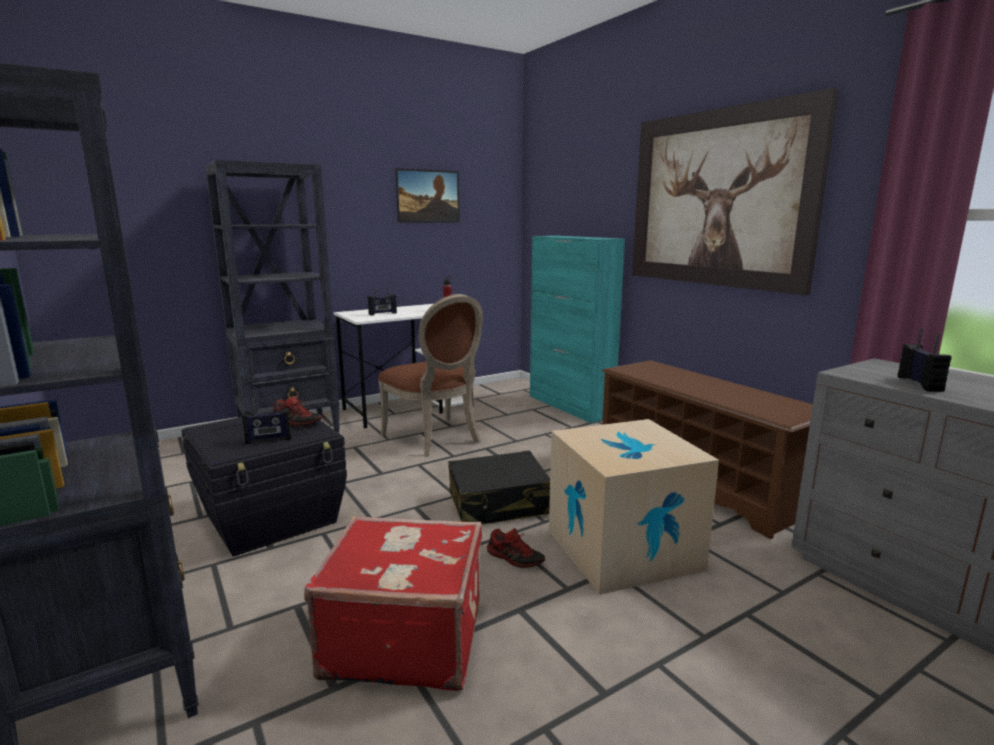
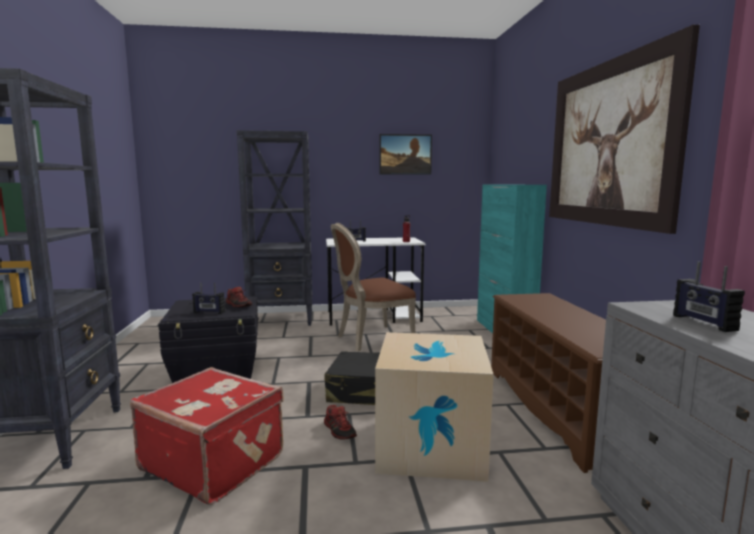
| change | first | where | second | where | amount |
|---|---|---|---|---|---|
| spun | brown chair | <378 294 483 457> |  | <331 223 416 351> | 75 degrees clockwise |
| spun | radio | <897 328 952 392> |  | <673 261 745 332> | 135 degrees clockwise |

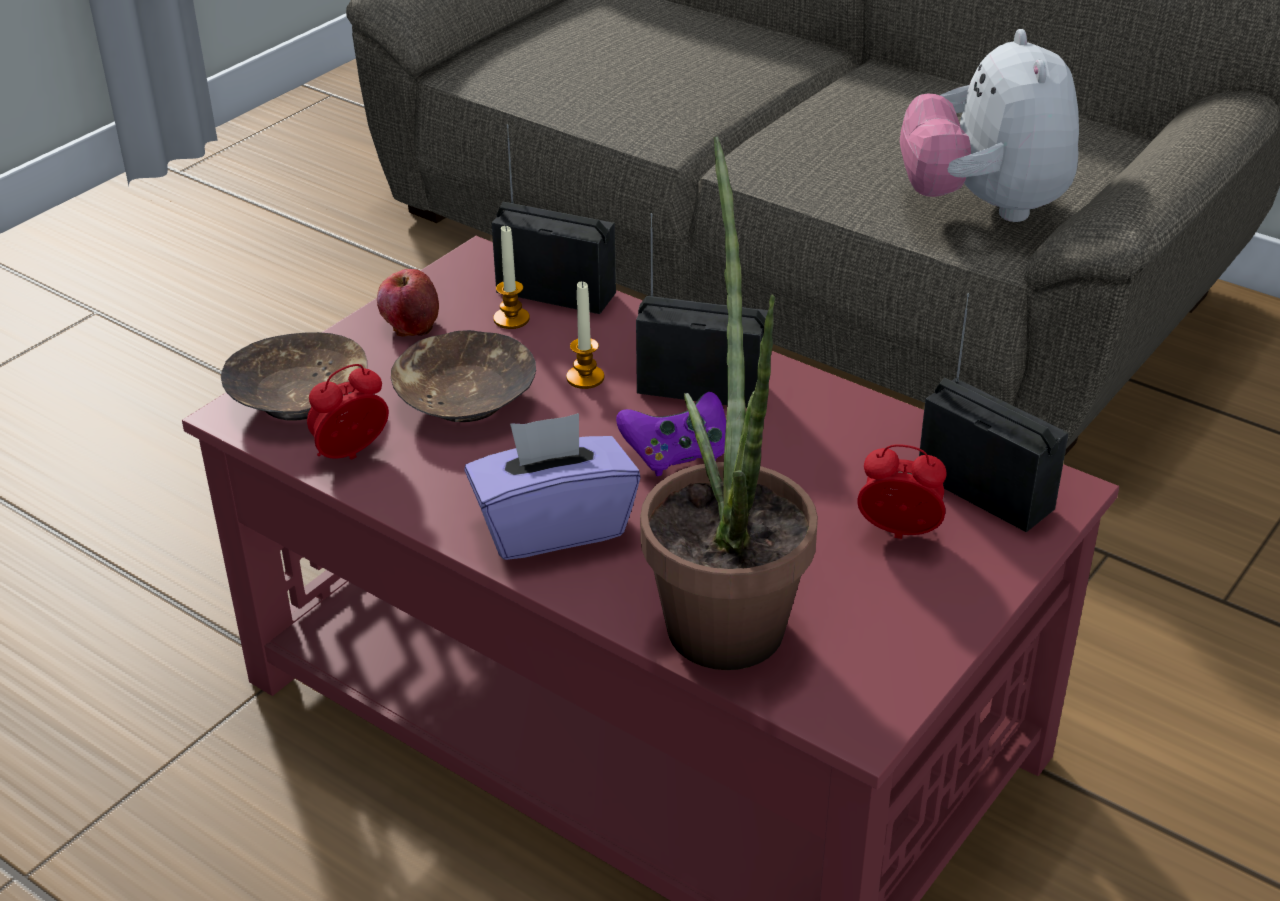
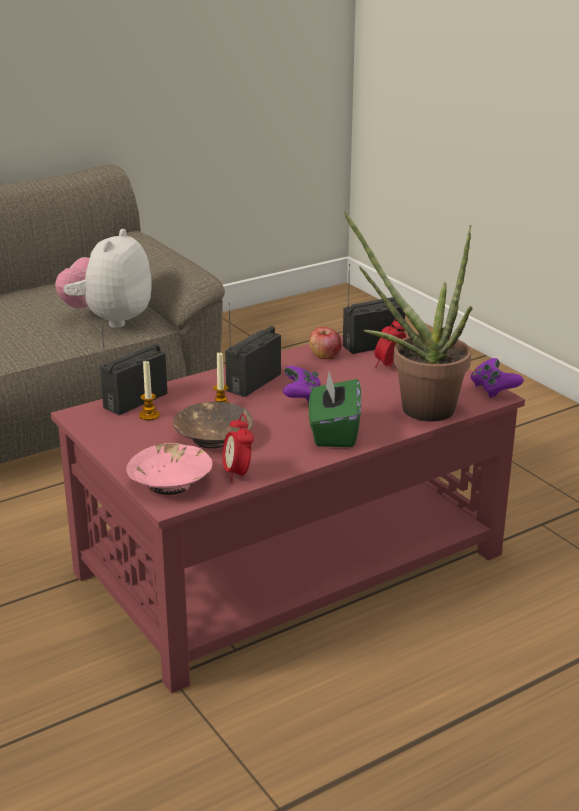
| change | first | where | second | where | amount |
|---|---|---|---|---|---|
| spun | plush toy | <900 29 1079 222> |  | <55 229 152 328> | 90 degrees clockwise |
| relocated | apple | <377 269 439 337> |  | <309 327 342 360> |  |
| colour | brown bowl | <221 332 367 421> | pink bowl | <126 443 212 495> |  |
| colour | purple tissue box | <464 413 640 560> | green tissue box | <309 372 361 447> |  |
| appeared |  |  | purple game controller | <470 358 524 398> |  |

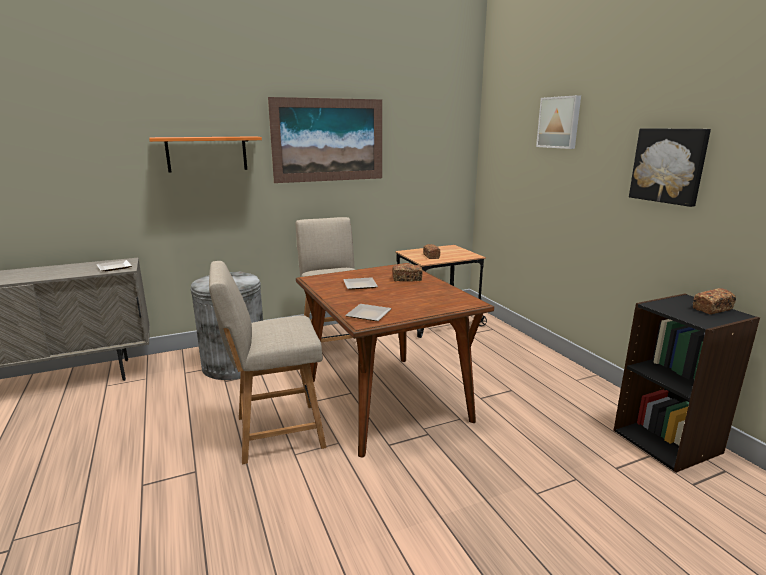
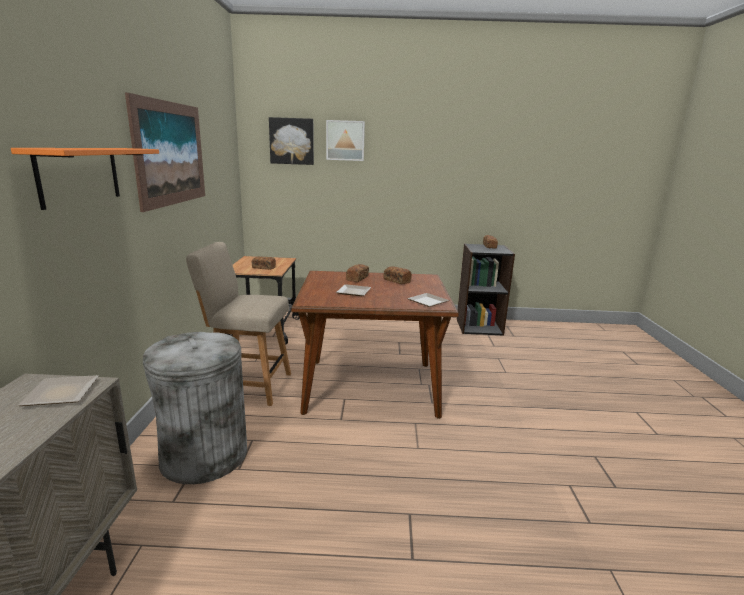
| change | first | where | second | where | amount |
|---|---|---|---|---|---|
| relocated | picture | <629 128 711 207> |  | <269 117 314 165> |  |
| missing | beige chair | <209 261 327 464> |  |  |  |
| appeared |  |  | bread | <384 267 412 284> |  |

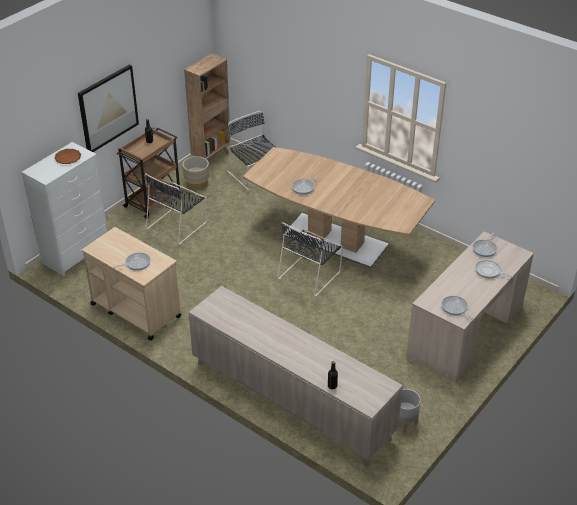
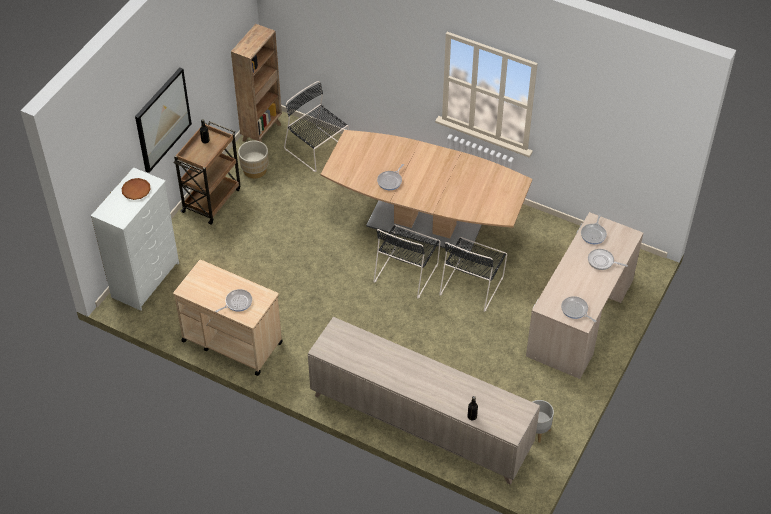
| change | first | where | second | where | amount |
|---|---|---|---|---|---|
| relocated | black chair | <145 174 207 245> |  | <439 237 507 312> |  |

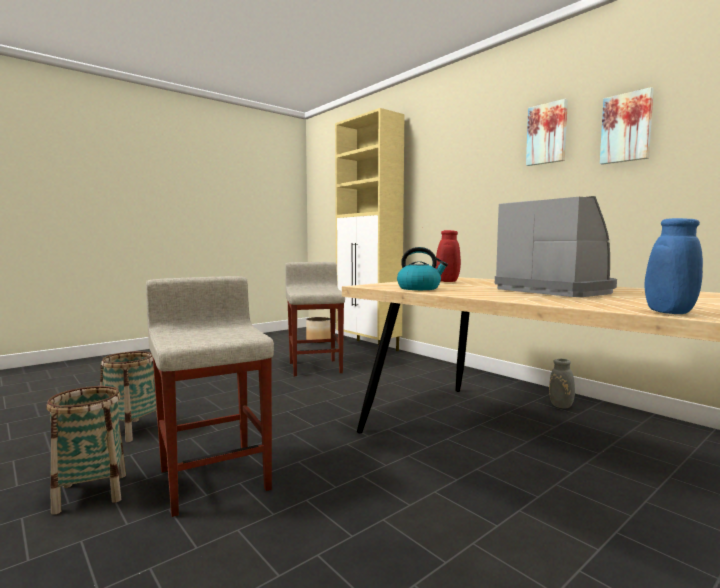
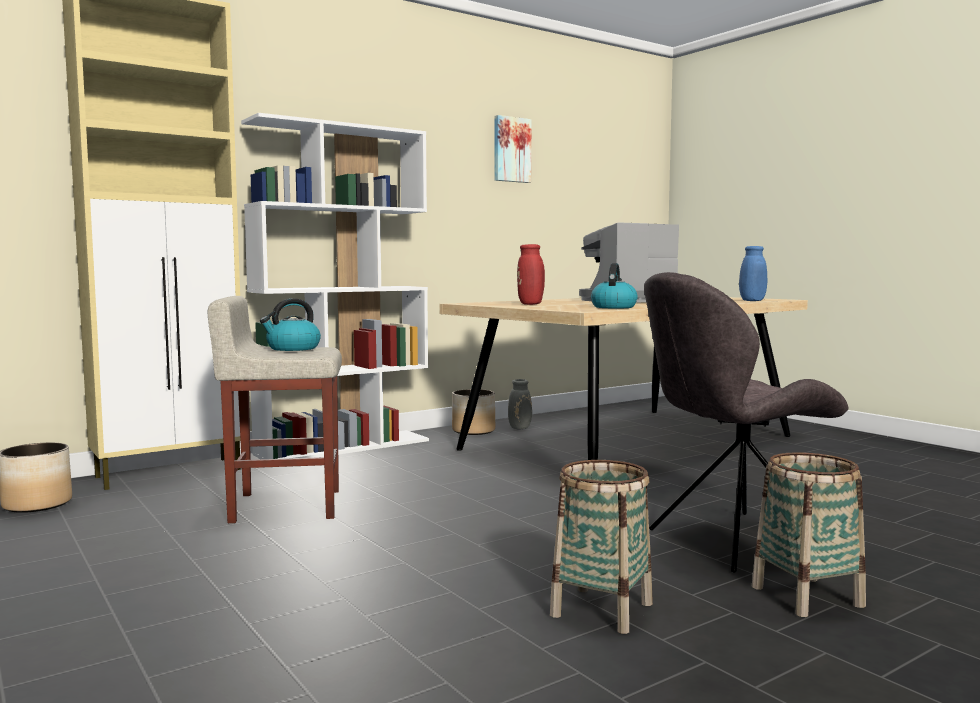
| change | first | where | second | where | amount |
|---|---|---|---|---|---|
| missing | picture | <526 99 568 166> |  |  |  |
| exchanged | beige stool | <146 276 274 517> | grey chair | <644 272 849 573> |  |
| appeared |  |  | white bookcase | <241 113 429 459> |  |
| appeared |  |  | kettle | <260 298 321 351> |  |
| appeared |  |  | planter | <452 389 495 435> |  |

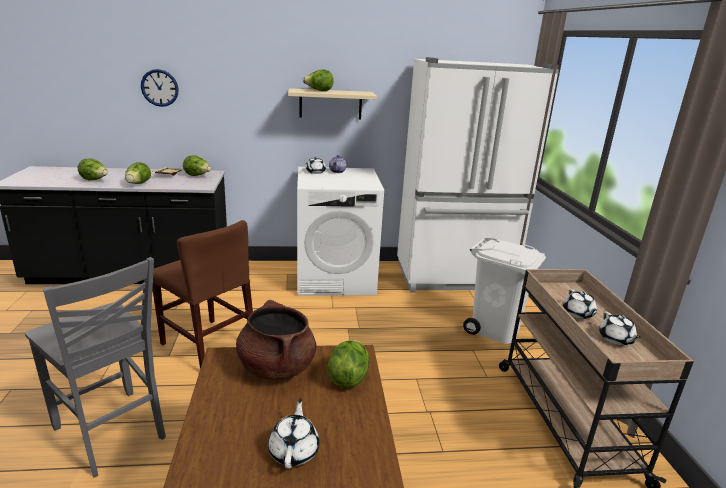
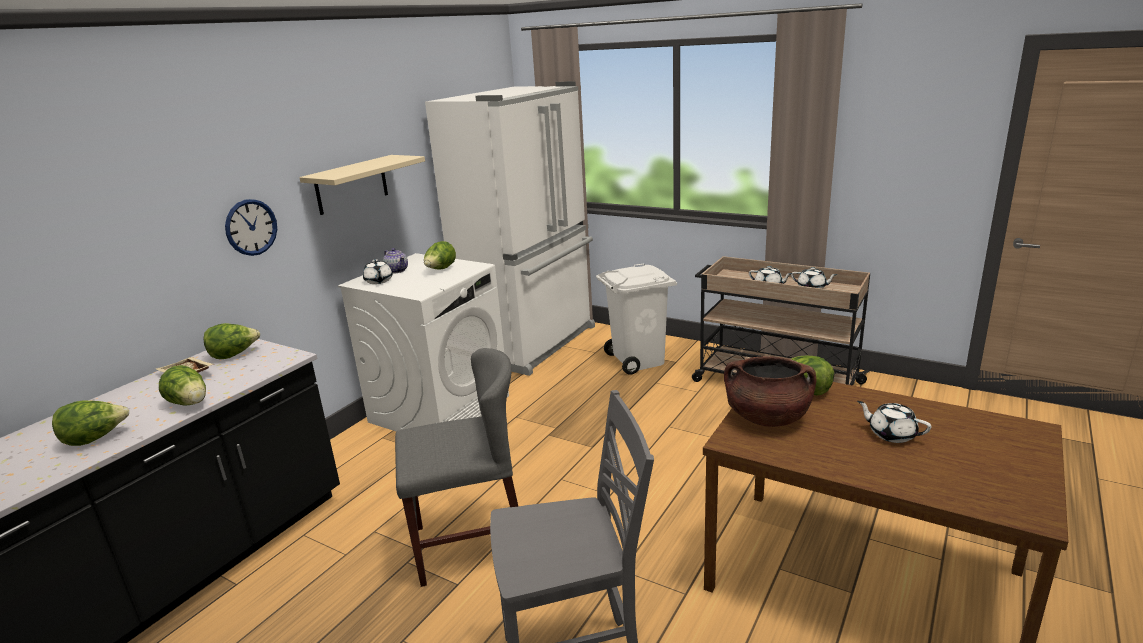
| change | first | where | second | where | amount |
|---|---|---|---|---|---|
| relocated | wall clock | <141 69 179 107> |  | <225 199 277 256> |  |
| relocated | lettuce | <302 69 333 91> |  | <424 241 456 269> |  |
| colour | brown chair | <152 220 253 369> | grey chair | <395 348 519 587> |  |

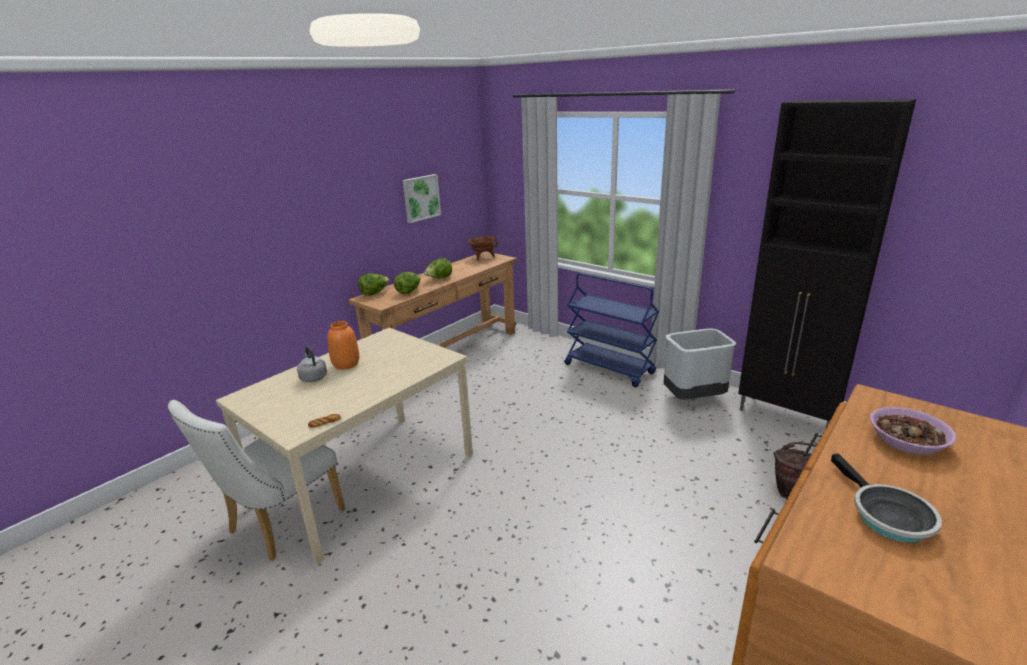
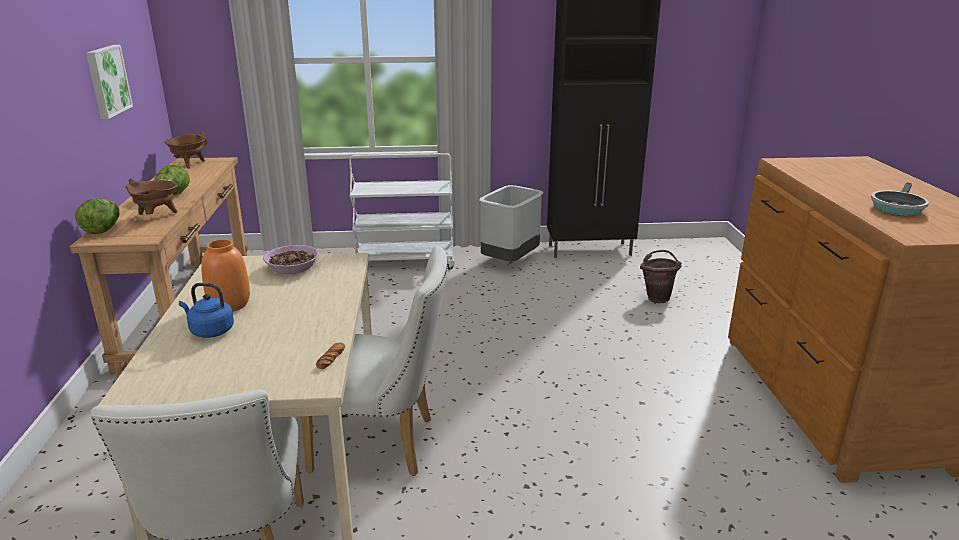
| change | first | where | second | where | amount |
|---|---|---|---|---|---|
| exchanged | lettuce | <394 272 420 294> | brown cooking pot | <125 179 178 215> |  |
| colour | blue cart | <564 273 659 387> | white cart | <349 153 455 269> |  |
| colour | grey kettle | <297 346 327 382> | blue kettle | <179 283 234 338> |  |
| relocated | bowl | <870 407 956 455> |  | <263 245 319 274> |  |
| spun | frying pan | <831 453 942 543> |  | <871 183 929 216> | 90 degrees clockwise |
| appeared |  |  | white chair | <300 246 448 476> |  |

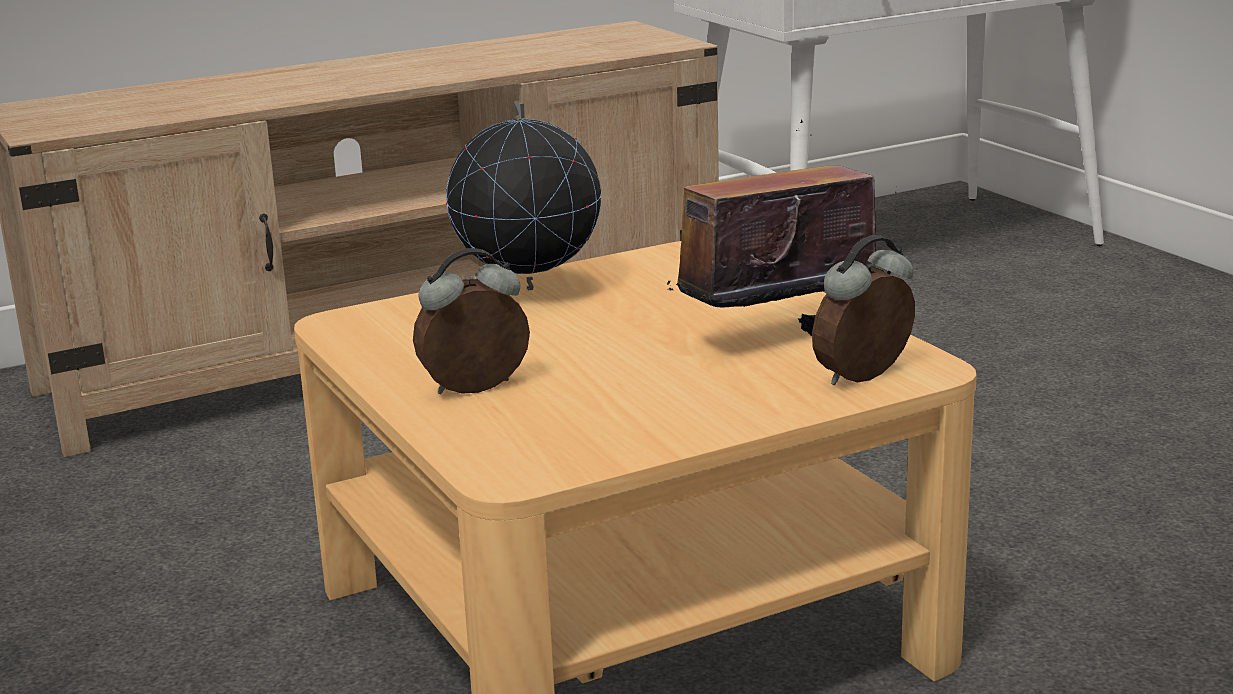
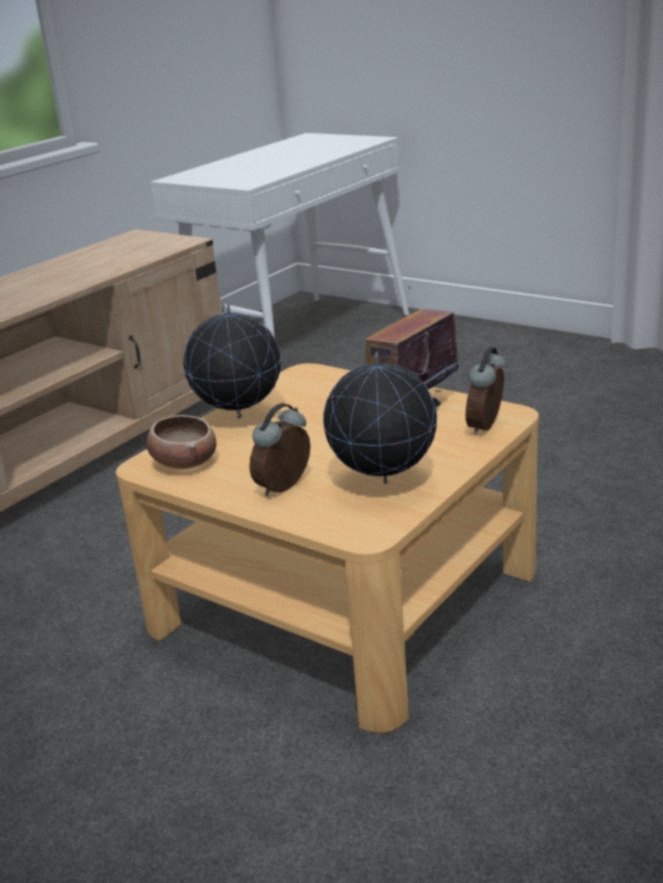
| change | first | where | second | where | amount |
|---|---|---|---|---|---|
| appeared |  |  | globe | <323 352 437 484> |  |
| appeared |  |  | bowl | <146 415 216 469> |  |

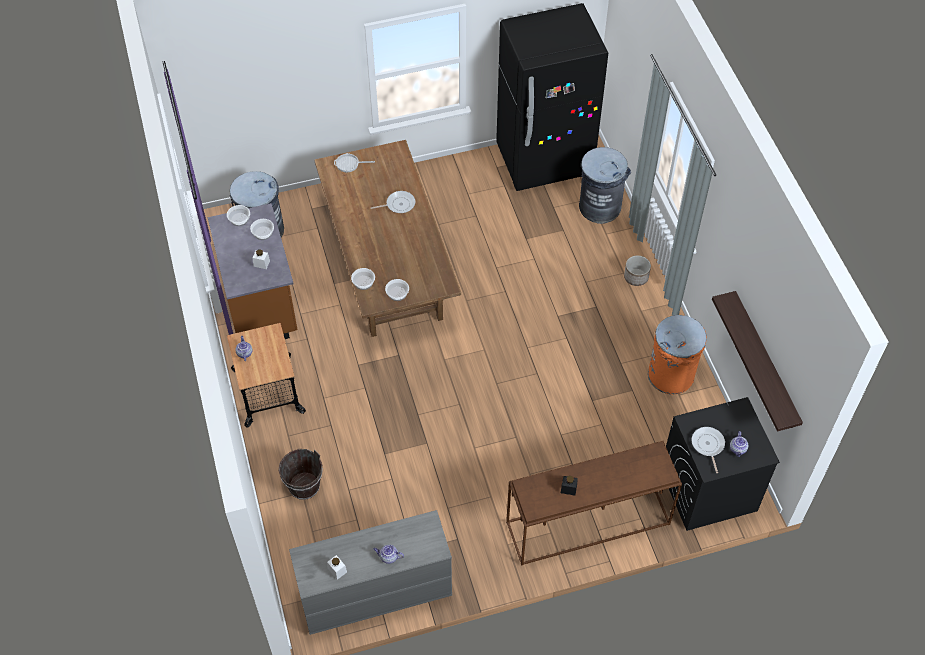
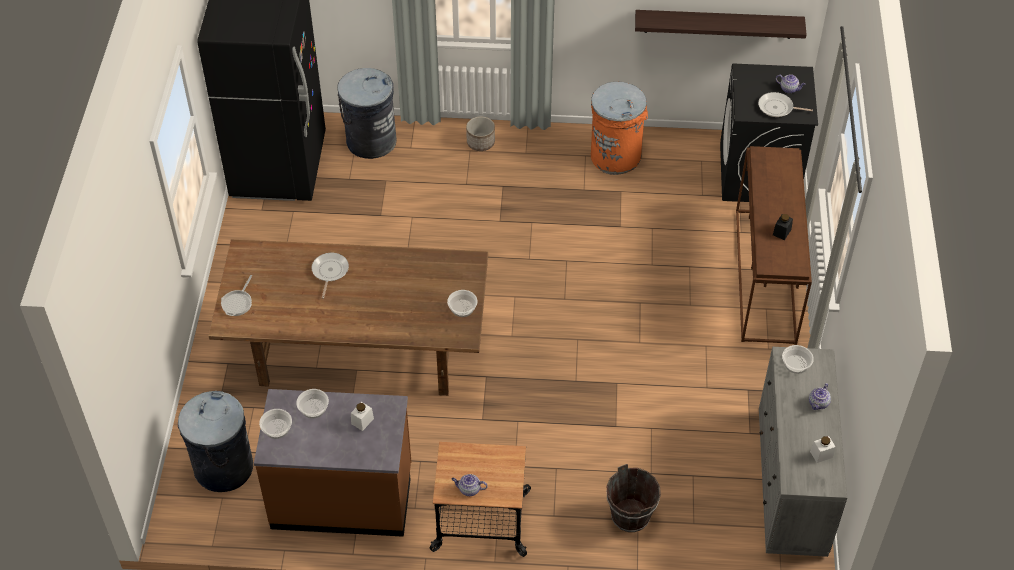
| change | first | where | second | where | amount |
|---|---|---|---|---|---|
| relocated | bowl | <351 268 375 290> |  | <782 345 814 374> |  |

